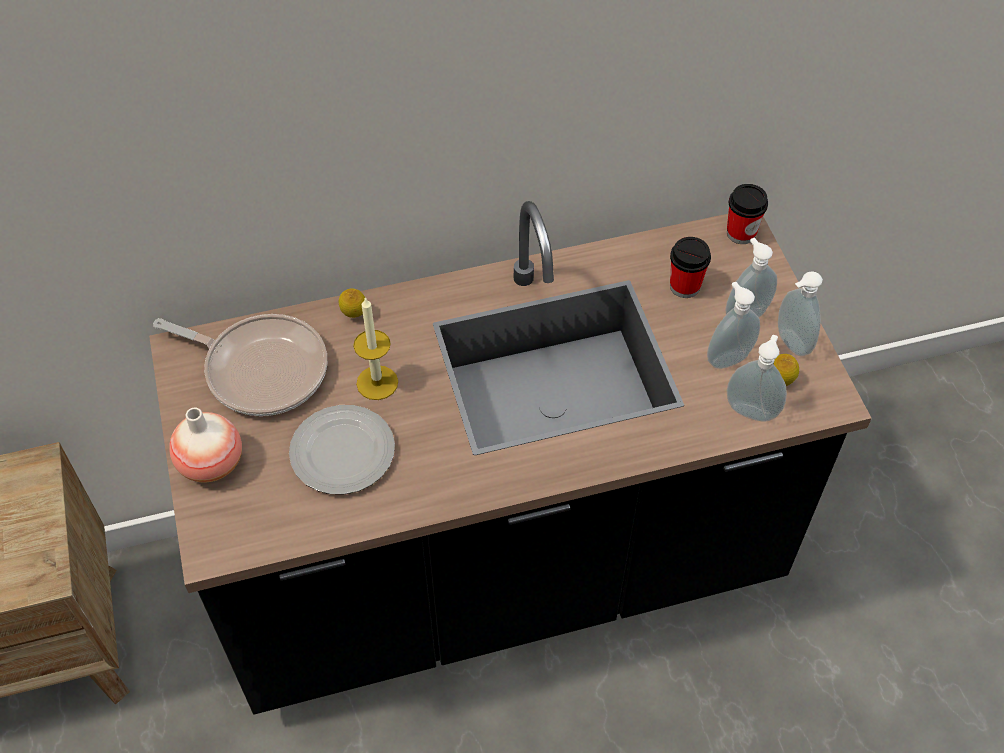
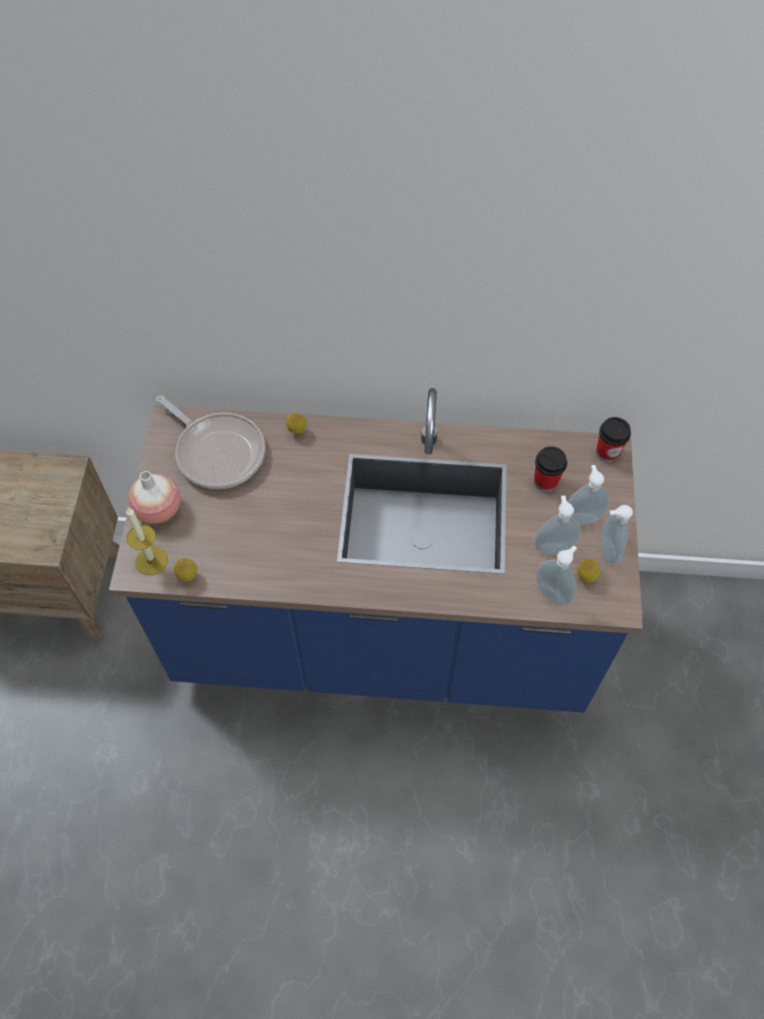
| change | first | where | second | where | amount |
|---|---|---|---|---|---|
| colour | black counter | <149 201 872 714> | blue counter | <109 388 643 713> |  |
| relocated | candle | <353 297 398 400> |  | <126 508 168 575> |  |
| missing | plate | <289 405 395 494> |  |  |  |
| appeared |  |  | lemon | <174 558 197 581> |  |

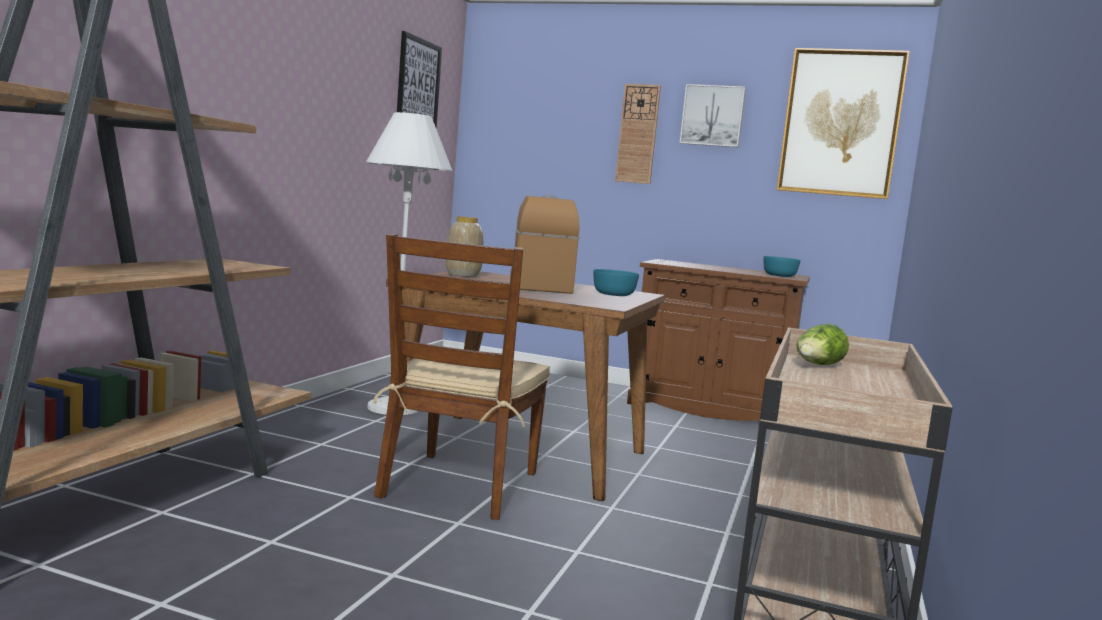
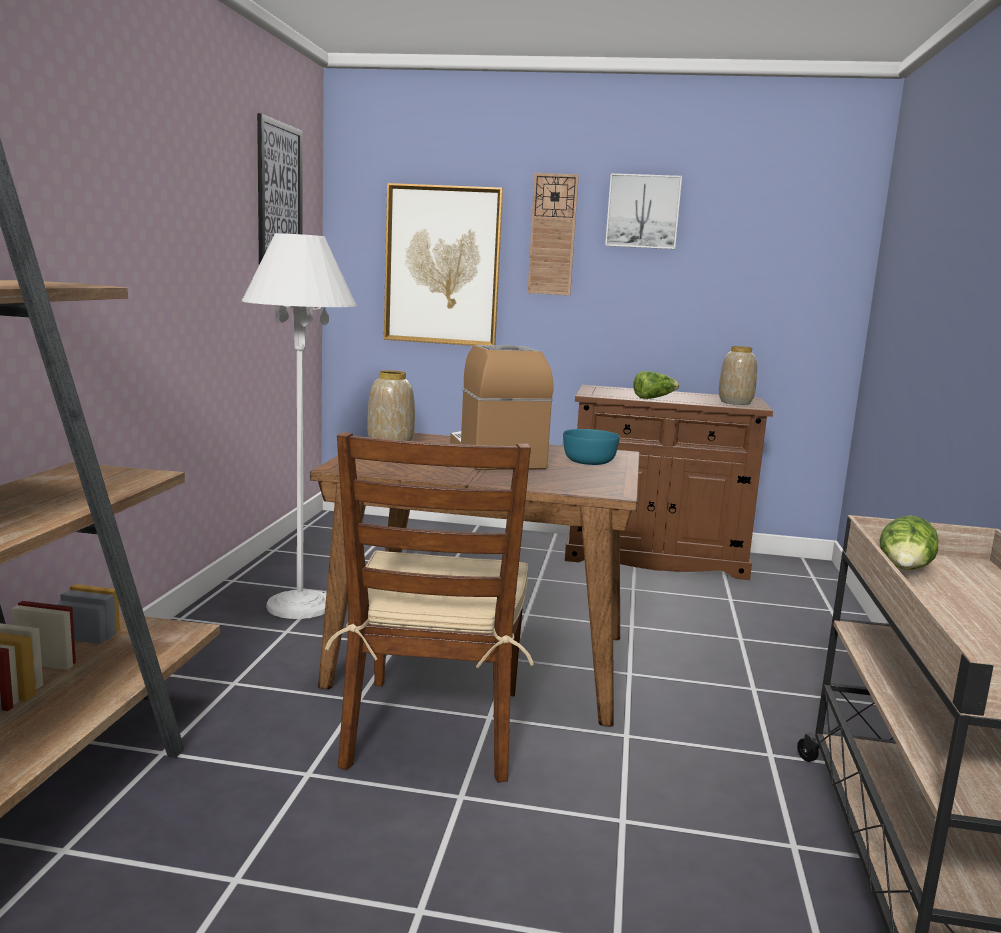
| change | first | where | second | where | amount |
|---|---|---|---|---|---|
| relocated | picture | <777 48 910 199> |  | <384 183 503 346> |  |
| exchanged | turquoise bowl | <763 256 801 277> | vase | <719 346 757 405> |  |
| appeared |  |  | lettuce | <633 371 680 399> |  |

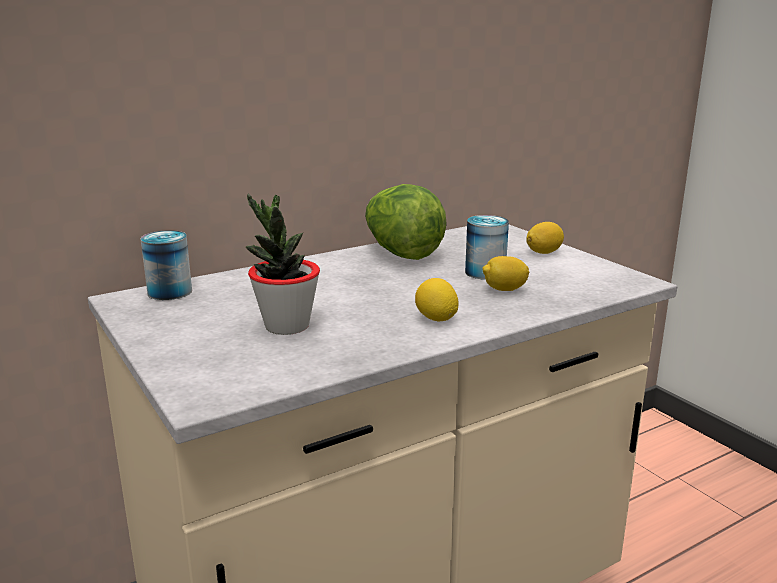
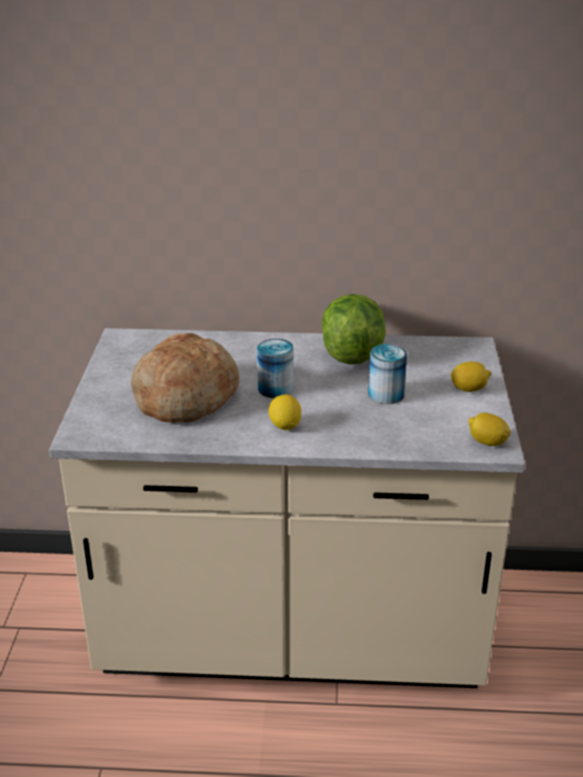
| change | first | where | second | where | amount |
|---|---|---|---|---|---|
| exchanged | potted plant | <246 193 320 335> | bread | <131 333 239 423> |  |
| relocated | can | <141 230 192 300> |  | <257 339 293 398> |  |
| relocated | lemon | <483 256 529 291> |  | <468 413 511 446> |  |

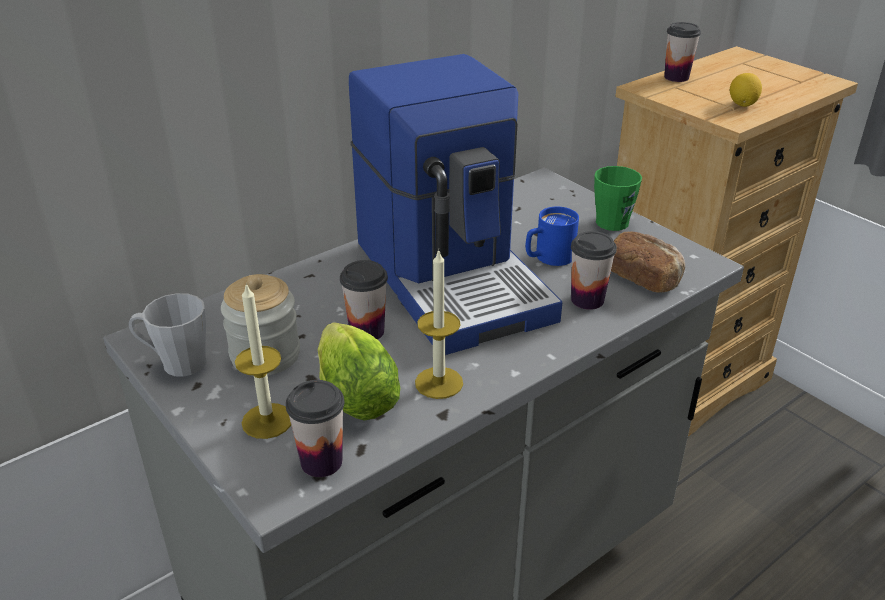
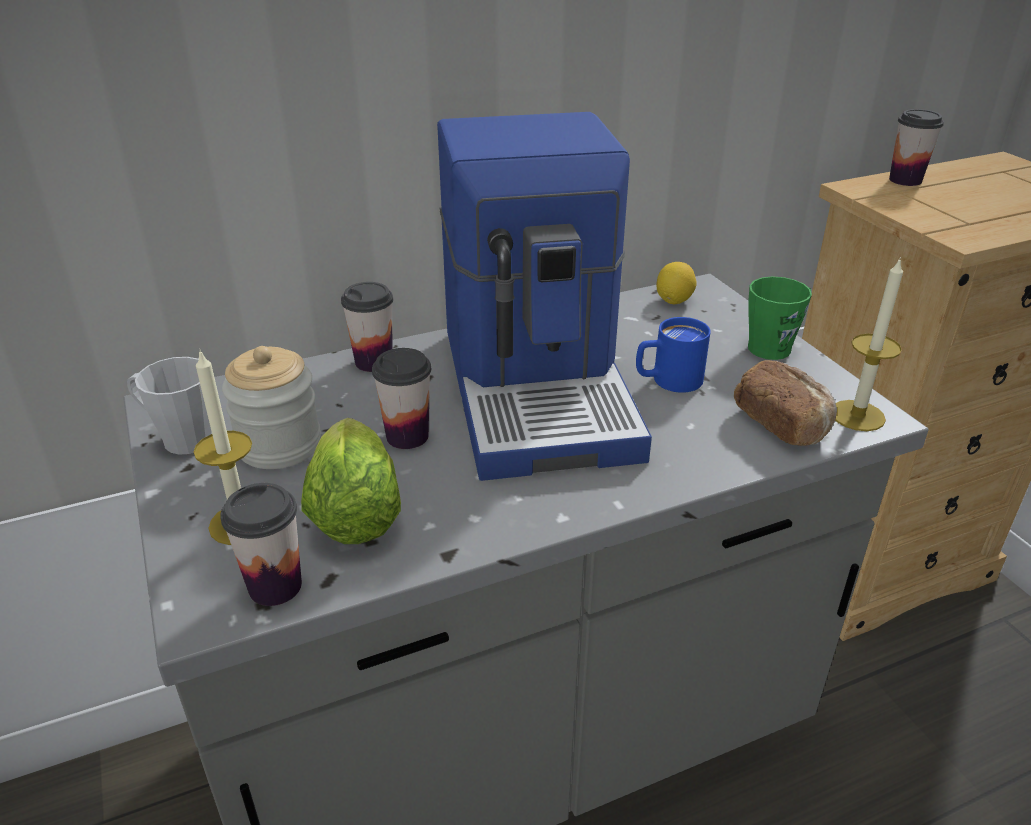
| change | first | where | second | where | amount |
|---|---|---|---|---|---|
| relocated | lemon | <730 73 762 107> |  | <656 262 697 304> |  |
| relocated | cup | <571 231 617 310> |  | <341 282 393 372> |  |
| relocated | candle | <415 249 463 399> |  | <835 257 903 431> |  |

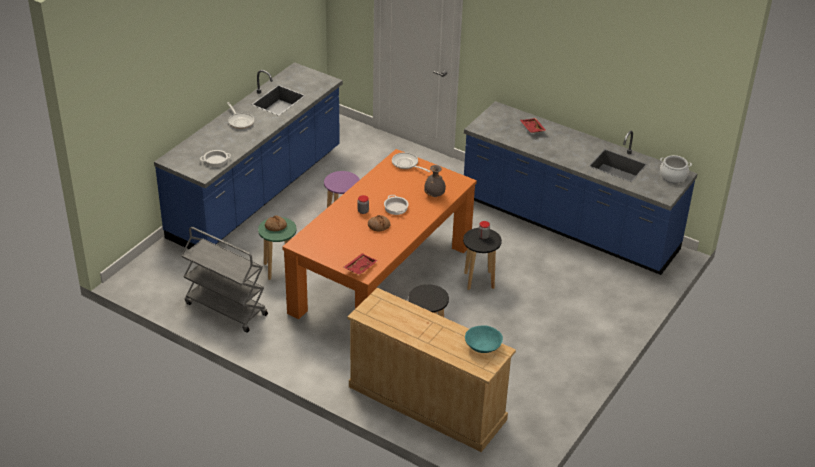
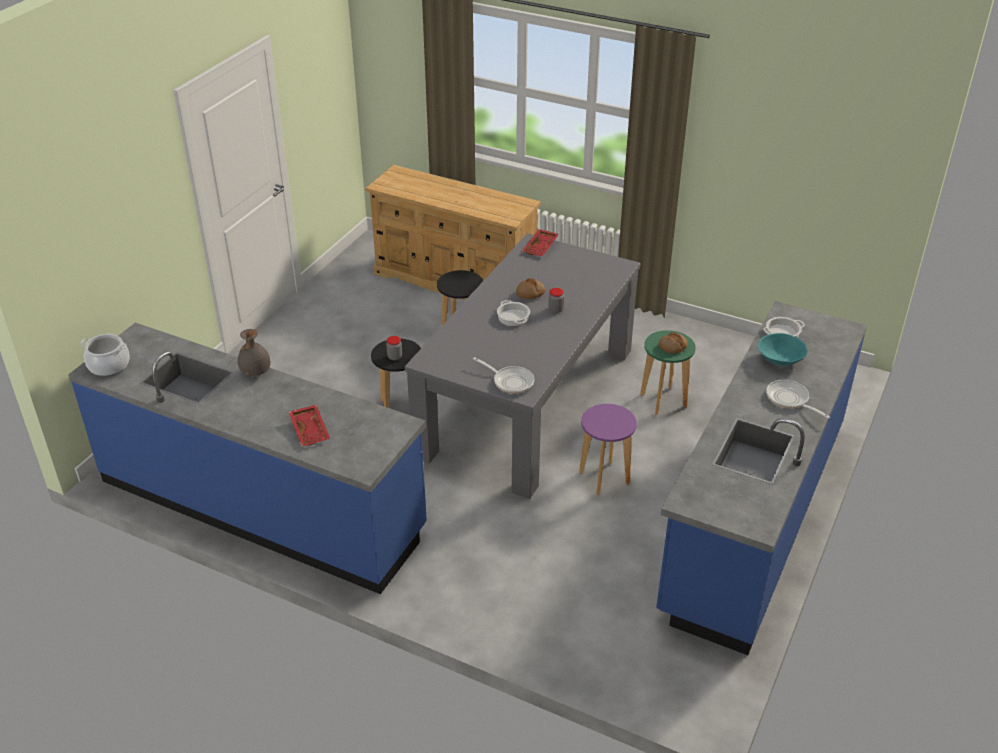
| change | first | where | second | where | amount |
|---|---|---|---|---|---|
| colour | orange dining table | <282 149 477 319> | grey dining table | <405 233 640 499> |  |
| relocated | grey vase | <424 165 446 197> |  | <238 329 271 376> |  |
| missing | grey cart | <181 227 268 333> |  |  |  |
| relocated | turquoise bowl | <465 325 503 353> |  | <758 333 808 366> |  |

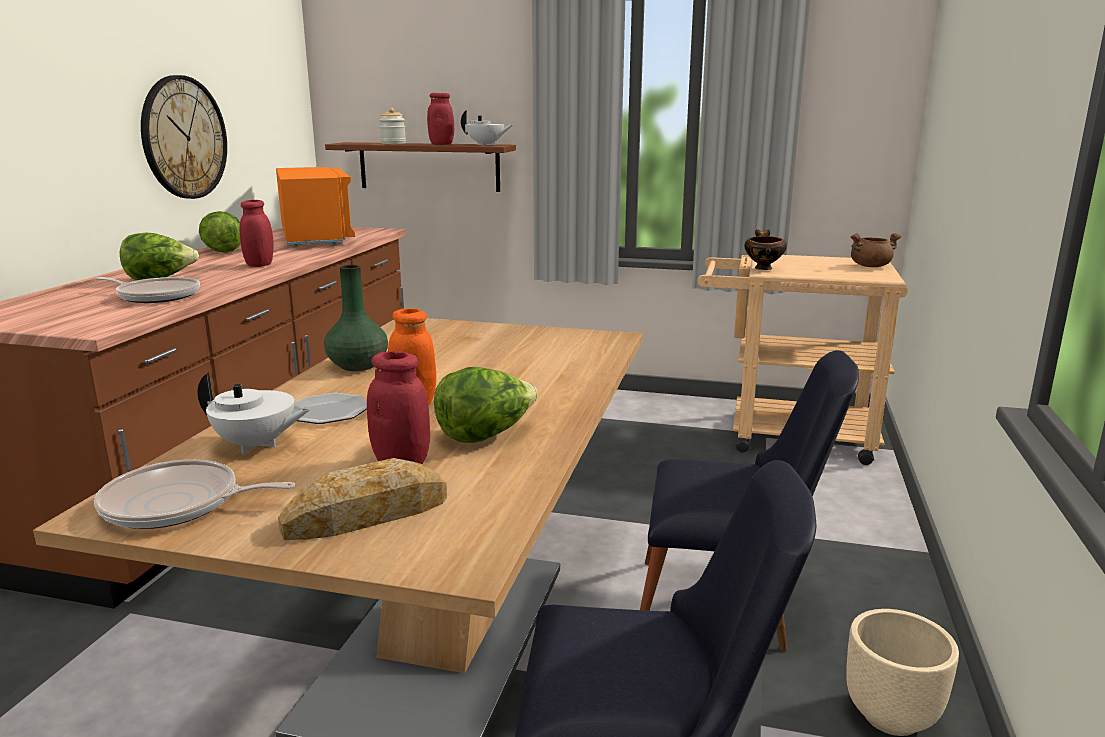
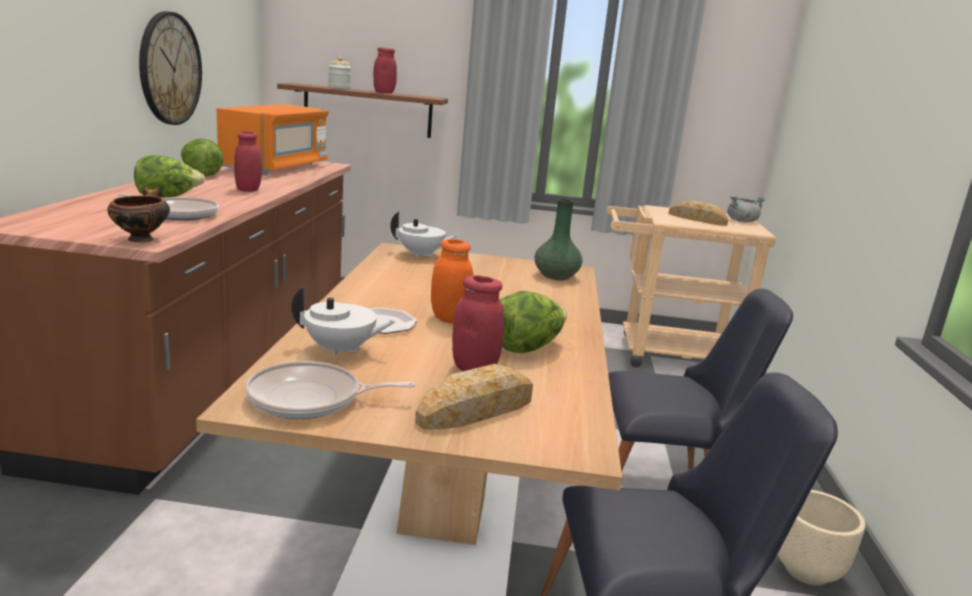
| change | first | where | second | where | amount |
|---|---|---|---|---|---|
| relocated | white teapot | <461 110 513 146> |  | <390 212 458 258> |  |
| spun | orange microwave | <276 167 355 247> |  | <217 104 329 174> | 45 degrees clockwise |
| relocated | bowl | <744 230 787 270> |  | <107 186 170 242> |  |
| colour | brown cooking pot | <851 233 901 267> | grey cooking pot | <727 195 766 222> |  |
| relocated | green vase | <324 265 388 371> |  | <535 199 582 280> |  |
| appeared |  |  | bread | <668 201 728 226> |  |

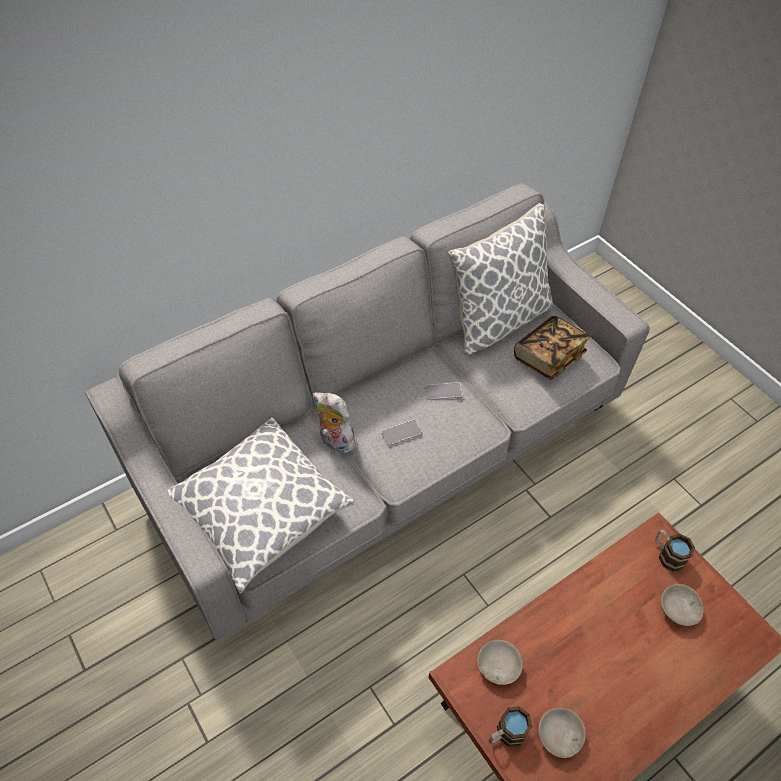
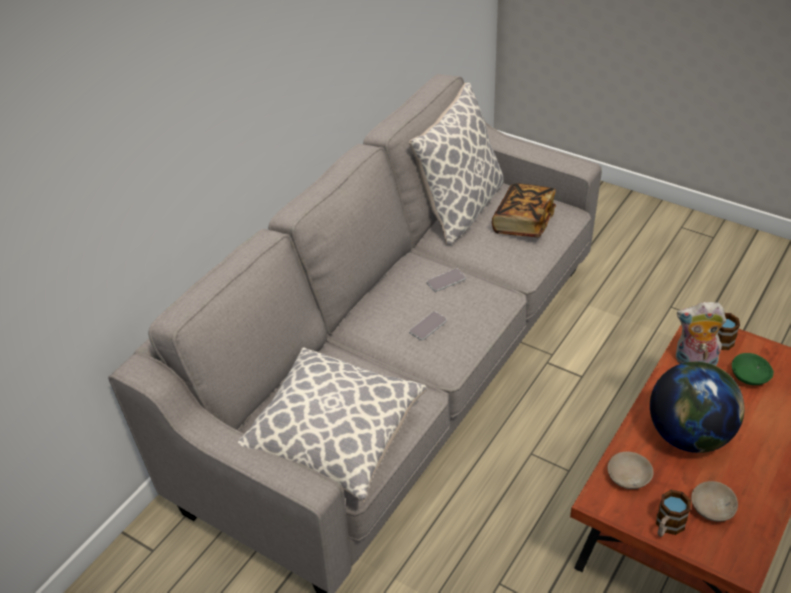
| change | first | where | second | where | amount |
|---|---|---|---|---|---|
| relocated | plush toy | <313 392 355 453> |  | <676 302 726 366> |  |
| colour | beige bowl | <661 584 704 626> | green bowl | <732 353 774 385> |  |
| appeared |  |  | globe | <650 362 744 453> |  |

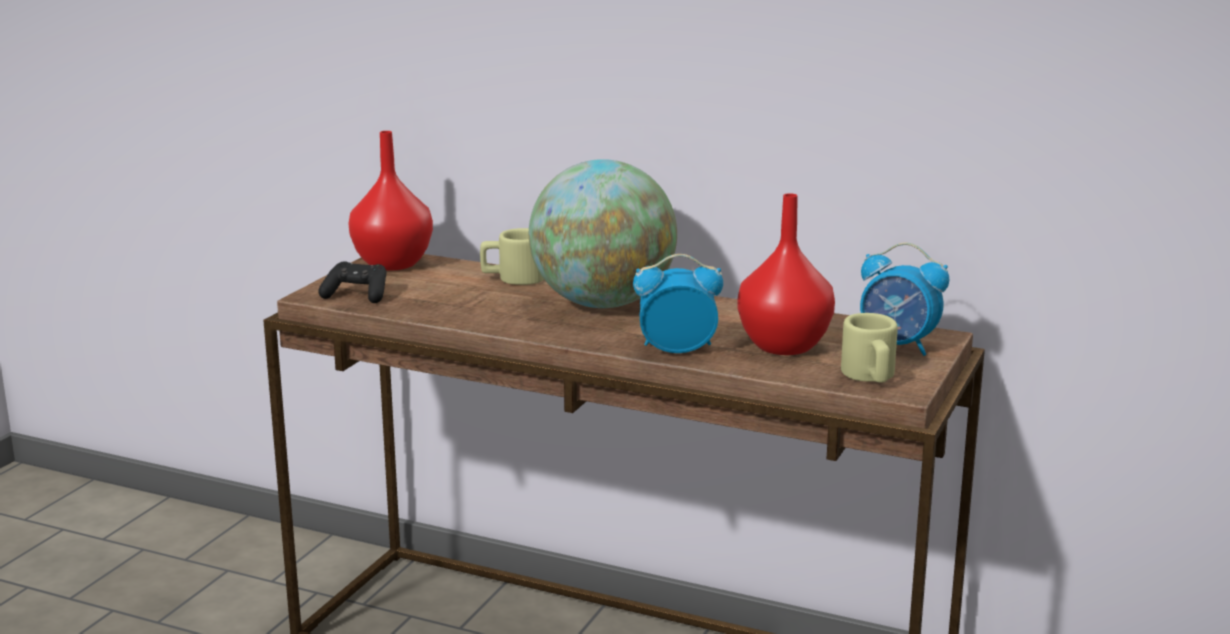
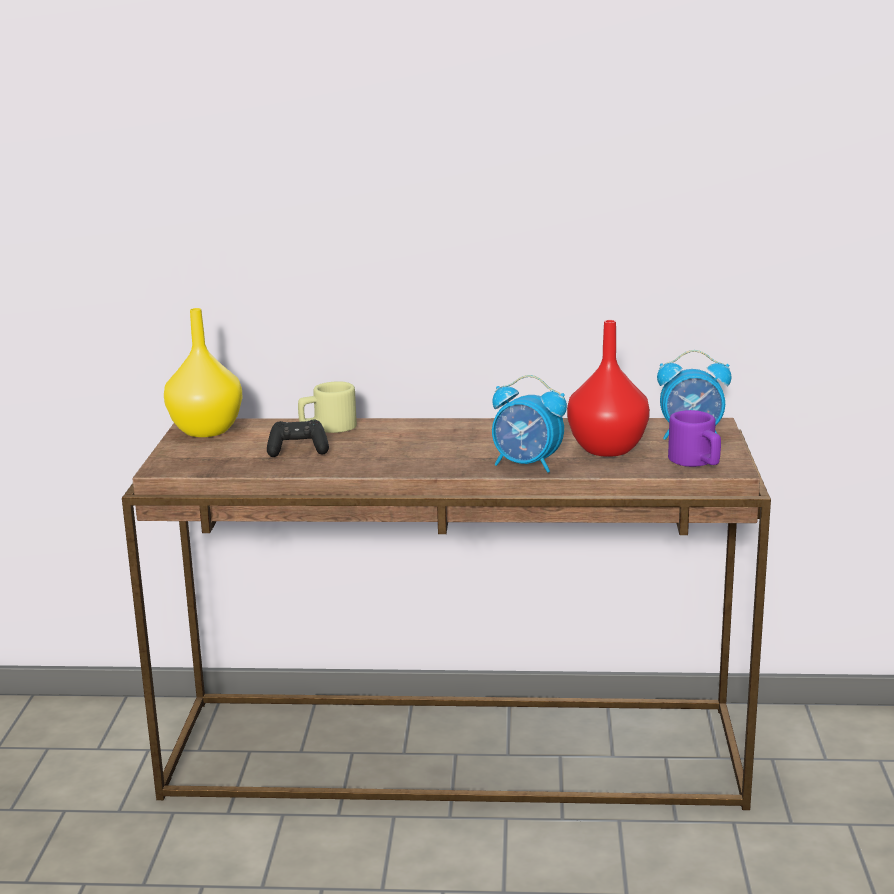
| change | first | where | second | where | amount |
|---|---|---|---|---|---|
| colour | red vase | <348 131 433 271> | yellow vase | <164 308 243 437> |  |
| missing | globe | <529 159 677 308> |  |  |  |
| spun | alarm clock | <633 254 723 353> |  | <492 375 567 472> | 135 degrees counterclockwise |
| relocated | black game controller | <318 261 386 303> |  | <267 419 329 457> |  |
| colour | beige mug | <841 313 898 383> | purple mug | <668 410 721 467> |  |

